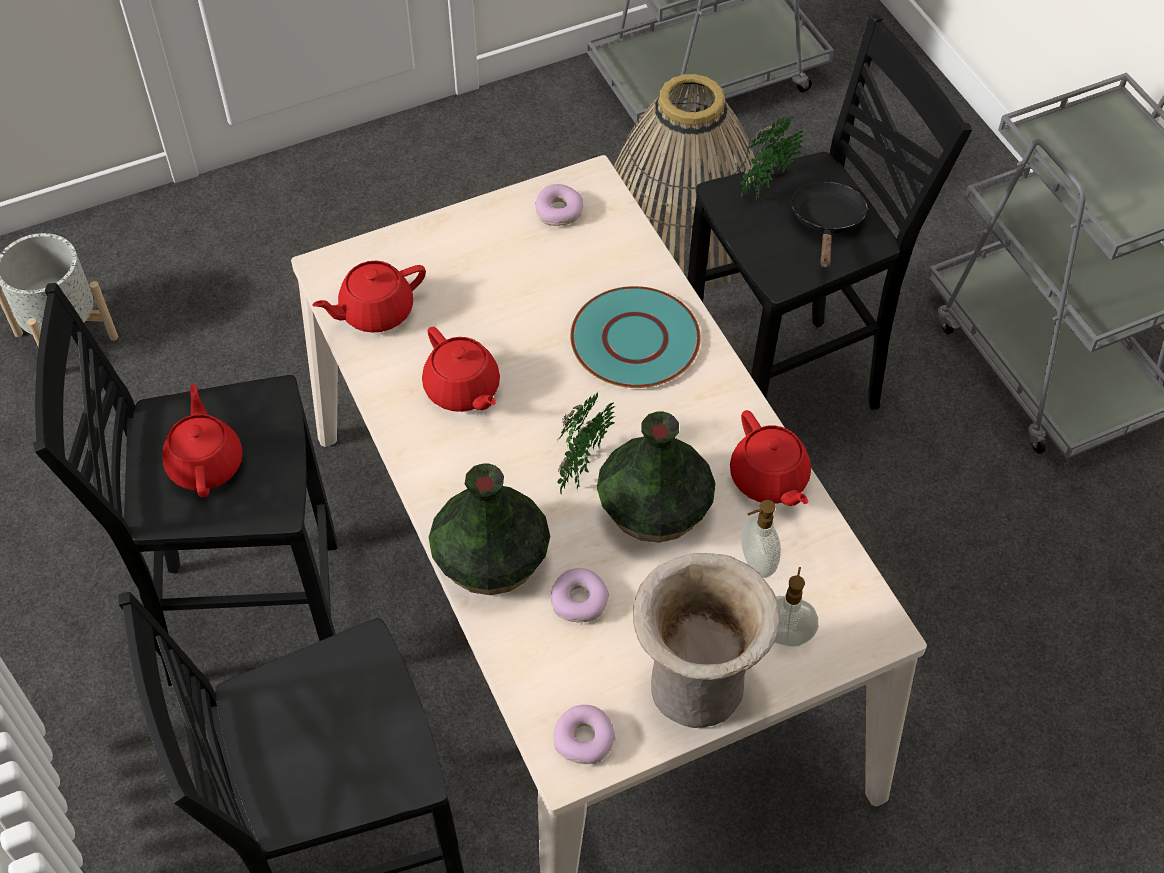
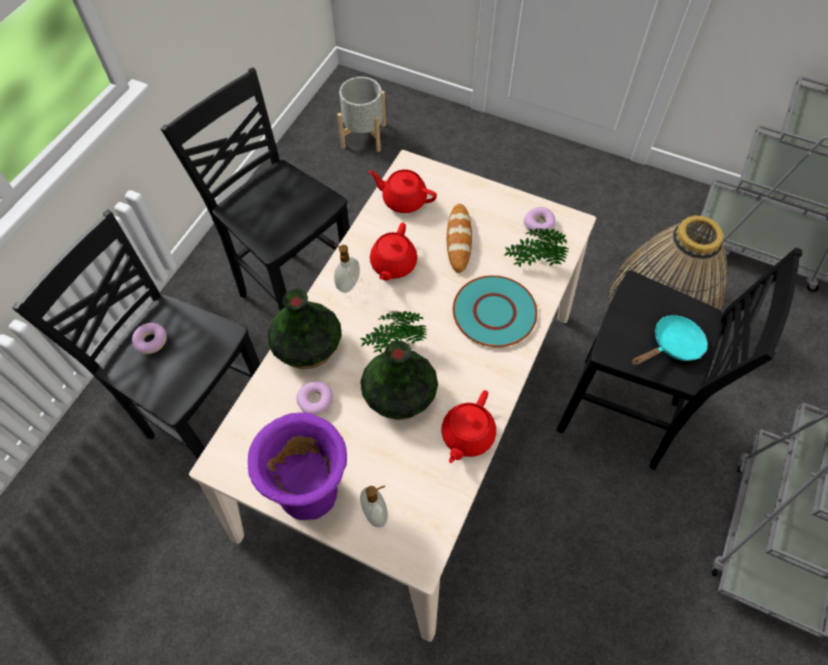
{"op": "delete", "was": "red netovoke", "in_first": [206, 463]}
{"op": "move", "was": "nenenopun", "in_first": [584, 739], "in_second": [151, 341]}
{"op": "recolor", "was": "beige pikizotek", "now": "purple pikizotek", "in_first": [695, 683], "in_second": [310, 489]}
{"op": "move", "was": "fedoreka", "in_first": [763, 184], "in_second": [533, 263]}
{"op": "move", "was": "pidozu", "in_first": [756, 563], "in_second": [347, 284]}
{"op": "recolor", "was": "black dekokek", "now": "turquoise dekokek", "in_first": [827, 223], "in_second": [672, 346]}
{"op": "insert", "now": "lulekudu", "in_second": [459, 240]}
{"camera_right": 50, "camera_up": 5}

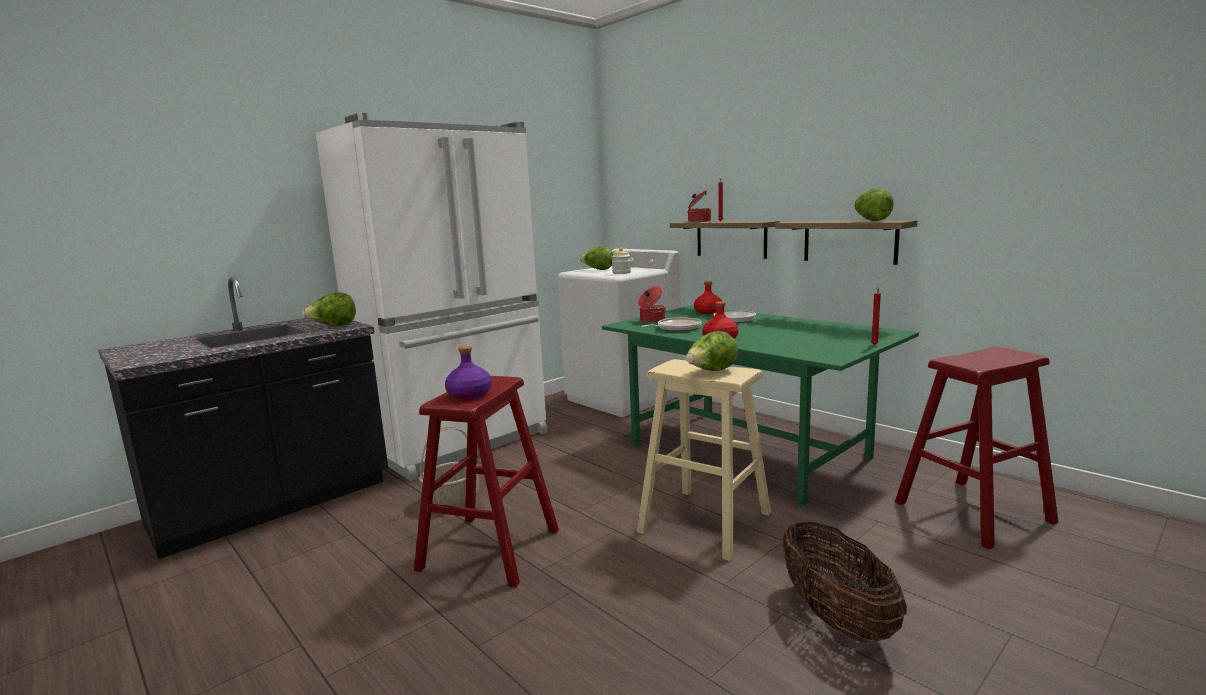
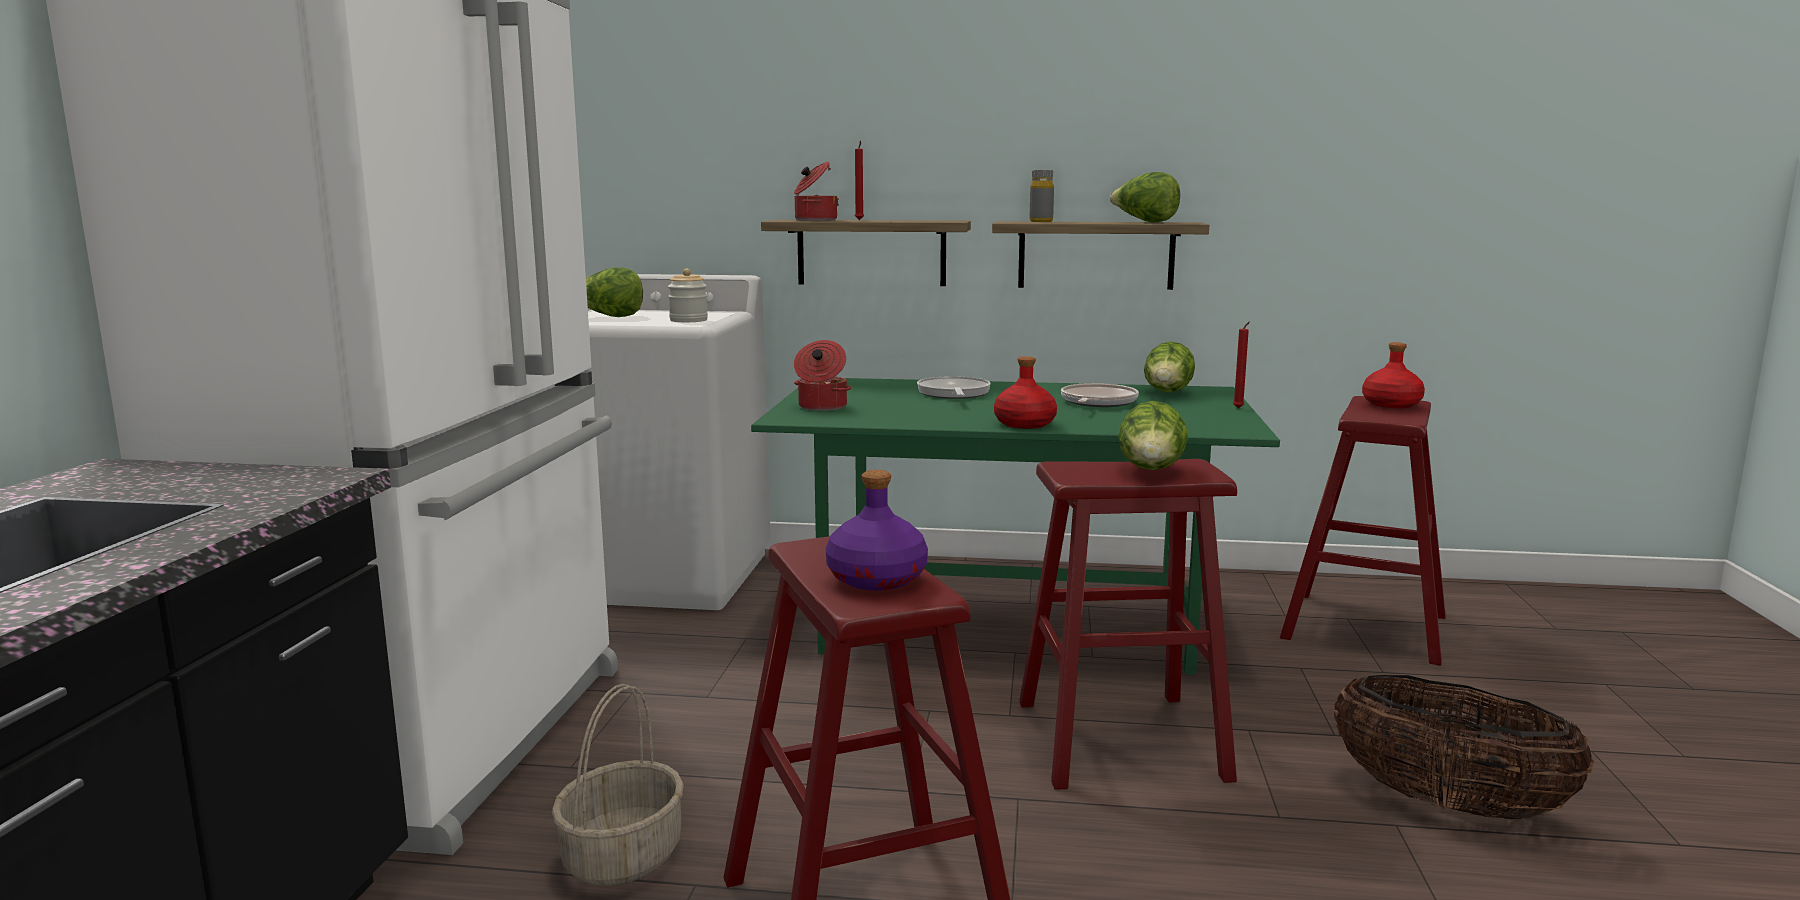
{"op": "move", "was": "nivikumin", "in_first": [333, 326], "in_second": [1168, 393]}
{"op": "recolor", "was": "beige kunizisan", "now": "red kunizisan", "in_first": [704, 522], "in_second": [1119, 739]}
{"op": "move", "was": "dekokek", "in_first": [676, 328], "in_second": [1097, 402]}
{"op": "move", "was": "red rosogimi", "in_first": [707, 312], "in_second": [1391, 404]}
{"op": "insert", "now": "grey rosogimi", "in_second": [1041, 221]}
{"camera_right": -40, "camera_up": 0}

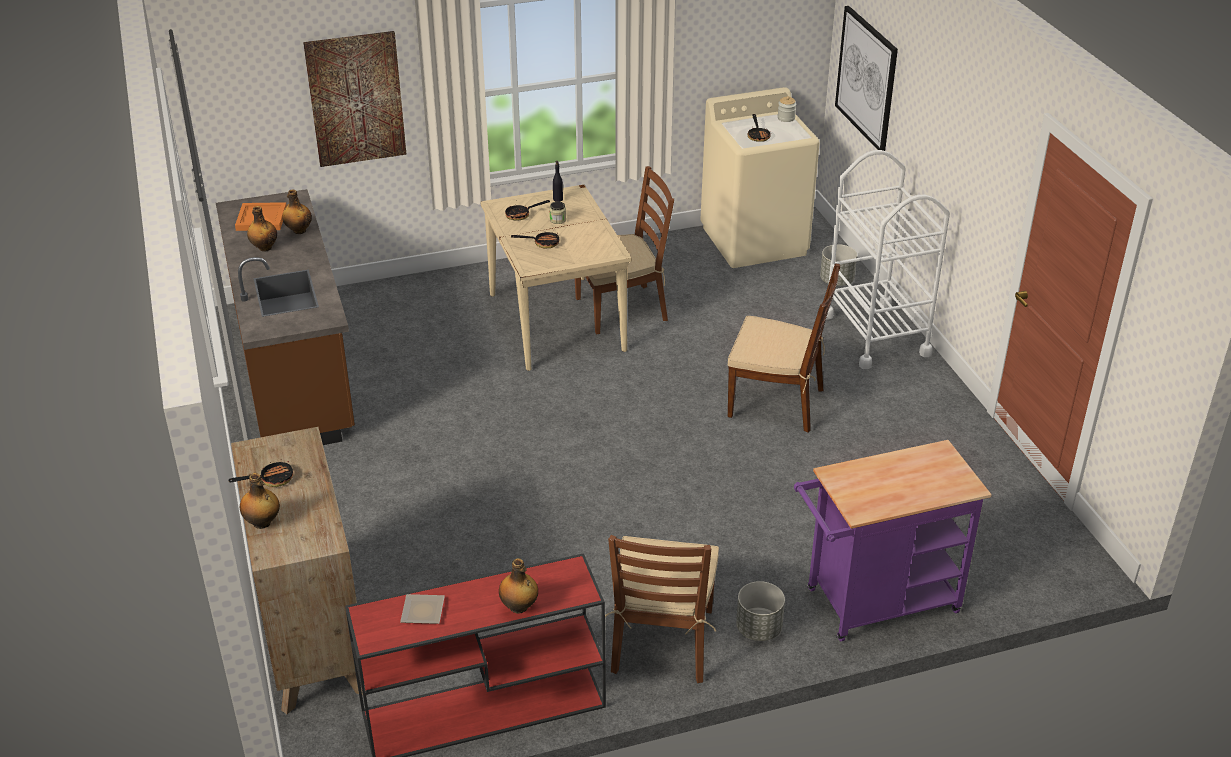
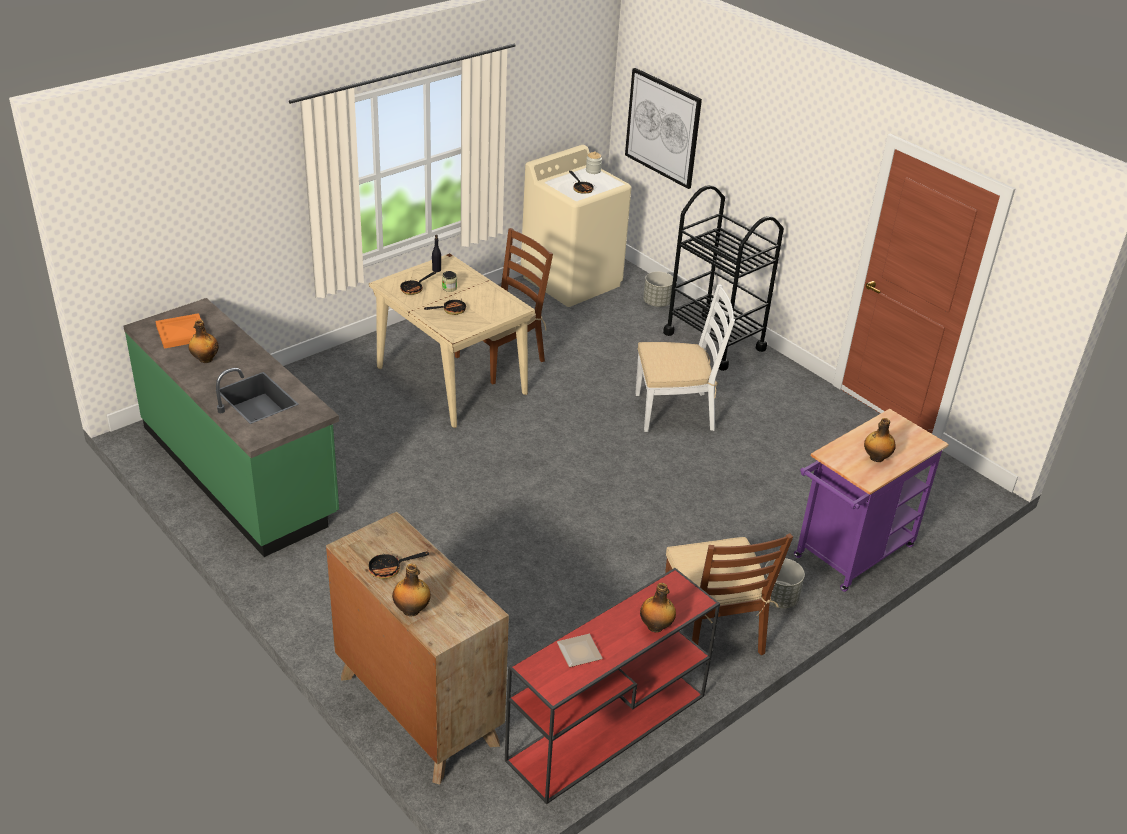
{"op": "recolor", "was": "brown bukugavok", "now": "green bukugavok", "in_first": [295, 370], "in_second": [240, 472]}
{"op": "rotate", "was": "dekokek", "in_first": [271, 479], "in_second": [390, 569], "clockwise": -150}
{"op": "move", "was": "rosogimi", "in_first": [299, 230], "in_second": [876, 458]}
{"op": "delete", "was": "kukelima", "in_first": [356, 99]}
{"op": "recolor", "was": "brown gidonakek", "now": "white gidonakek", "in_first": [777, 403], "in_second": [675, 411]}
{"op": "recolor", "was": "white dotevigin", "now": "black dotevigin", "in_first": [875, 335], "in_second": [714, 341]}
{"camera_right": -25, "camera_up": 0}

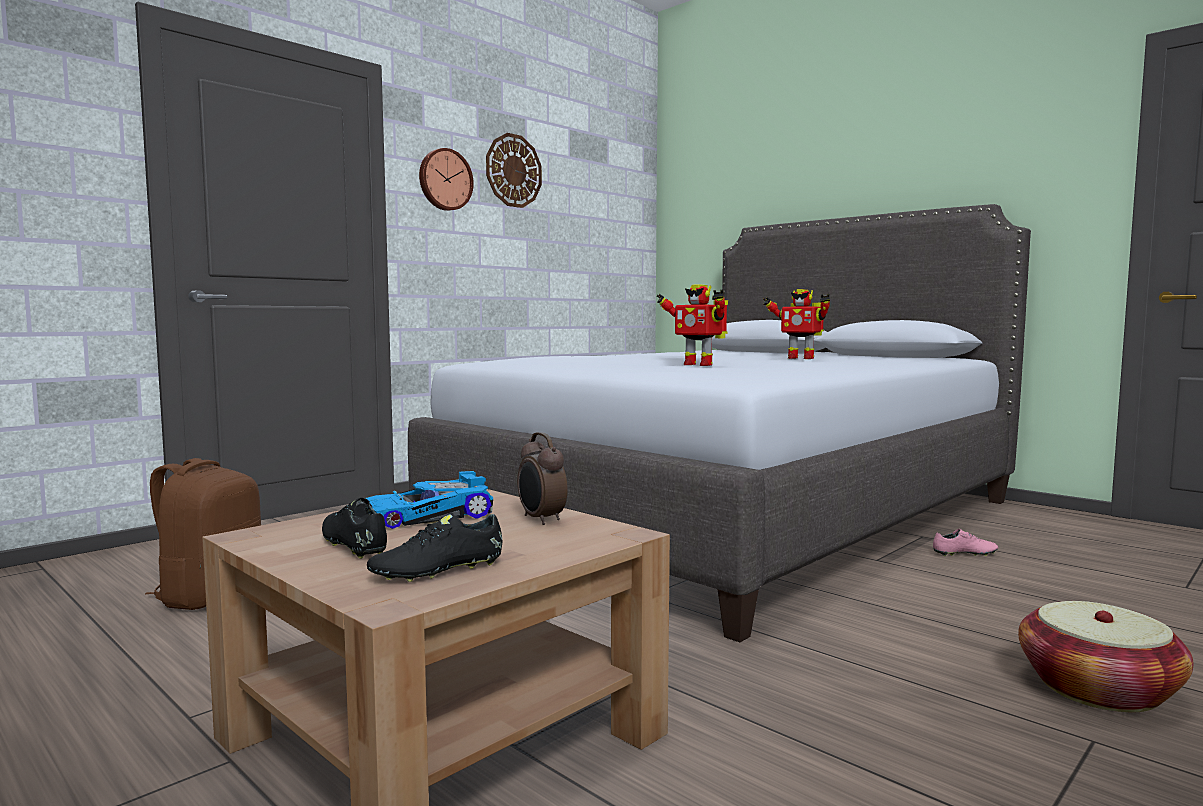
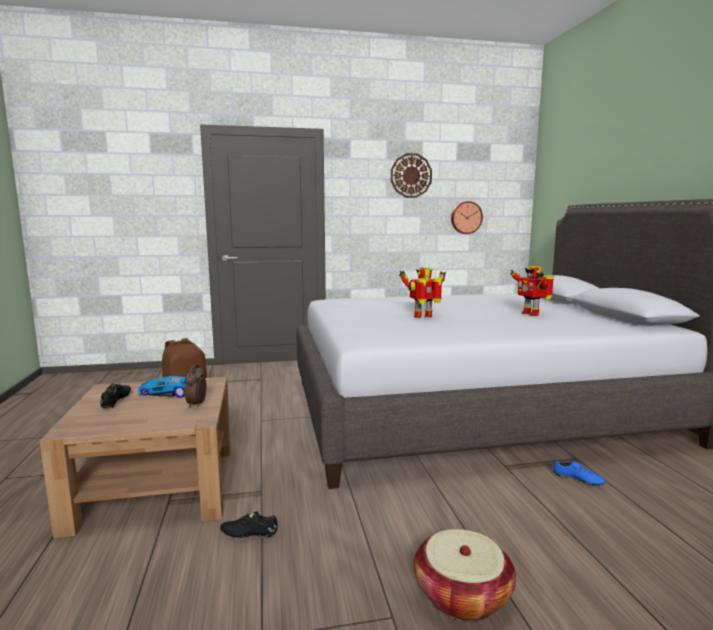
{"op": "move", "was": "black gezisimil", "in_first": [438, 570], "in_second": [249, 533]}
{"op": "move", "was": "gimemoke", "in_first": [444, 180], "in_second": [466, 217]}
{"op": "rotate", "was": "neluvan", "in_first": [698, 365], "in_second": [424, 317], "clockwise": 90}
{"op": "recolor", "was": "pink gezisimil", "now": "blue gezisimil", "in_first": [964, 554], "in_second": [578, 480]}
{"camera_right": 35, "camera_up": 5}

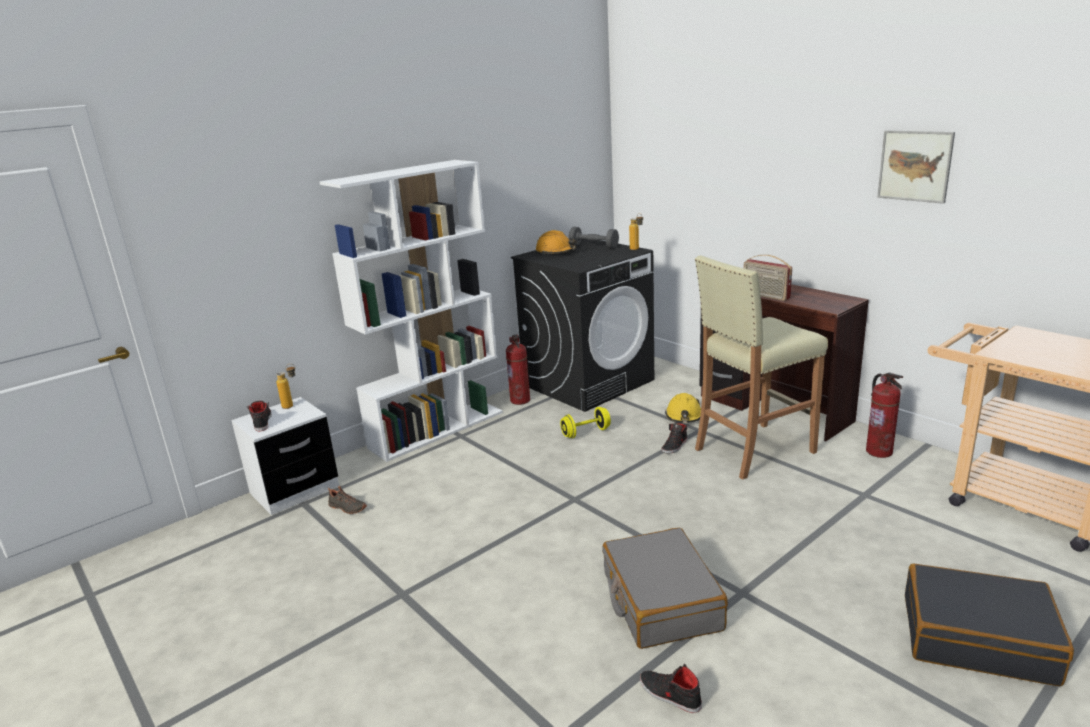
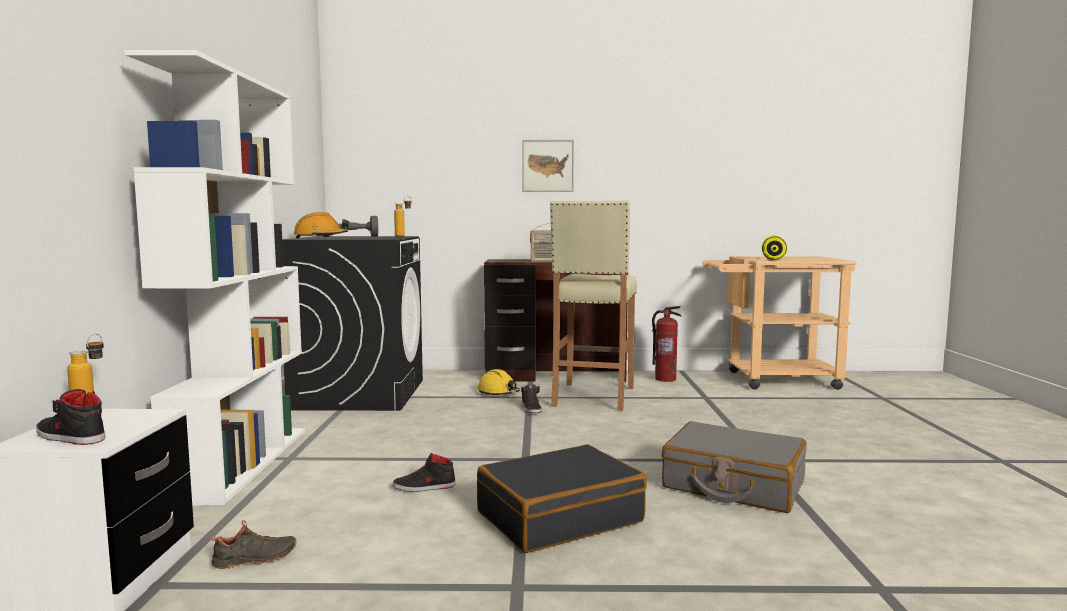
{"op": "delete", "was": "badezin", "in_first": [520, 400]}
{"op": "move", "was": "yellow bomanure", "in_first": [586, 433], "in_second": [773, 259]}
{"op": "move", "was": "black gezisimil", "in_first": [669, 695], "in_second": [424, 487]}
{"op": "move", "was": "kukelima", "in_first": [915, 166], "in_second": [547, 166]}
{"op": "move", "was": "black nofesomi", "in_first": [977, 638], "in_second": [559, 516]}
{"camera_right": -50, "camera_up": -15}

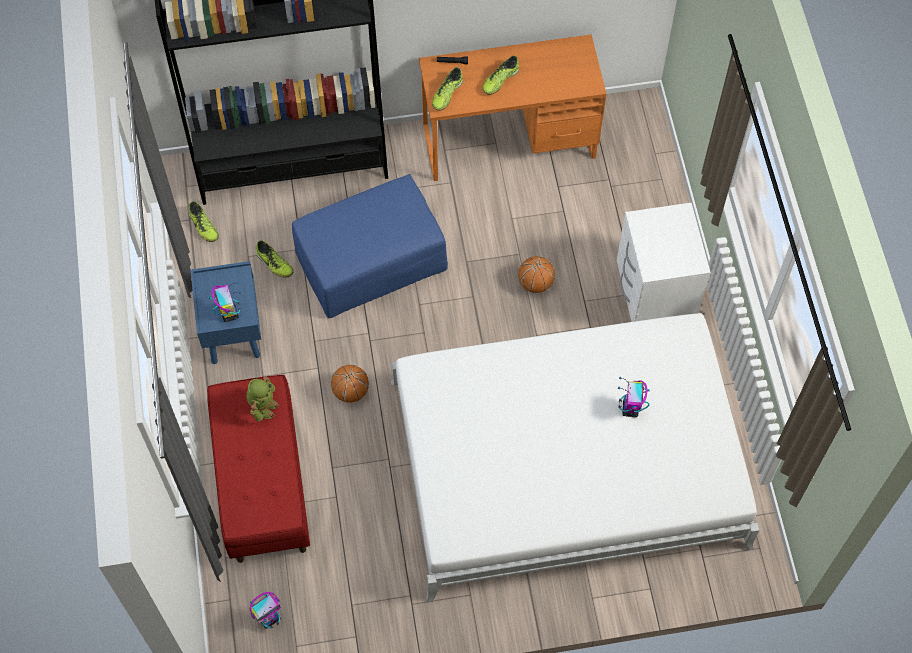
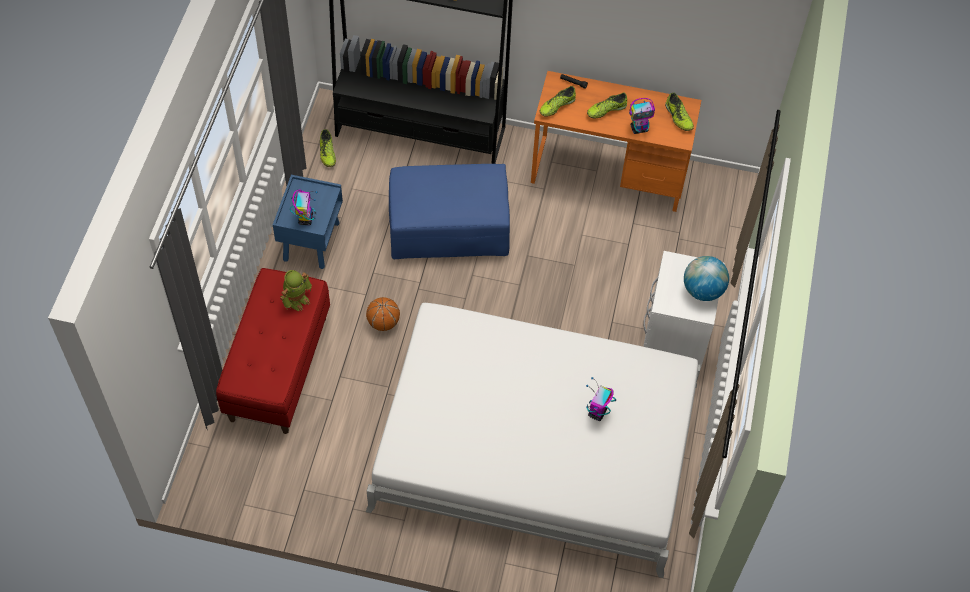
{"op": "move", "was": "neluvan", "in_first": [269, 618], "in_second": [639, 128]}
{"op": "move", "was": "gezisimil", "in_first": [274, 263], "in_second": [678, 117]}
{"op": "delete", "was": "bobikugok", "in_first": [535, 283]}
{"op": "insert", "now": "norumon", "in_second": [702, 290]}
{"camera_right": 20, "camera_up": -5}

